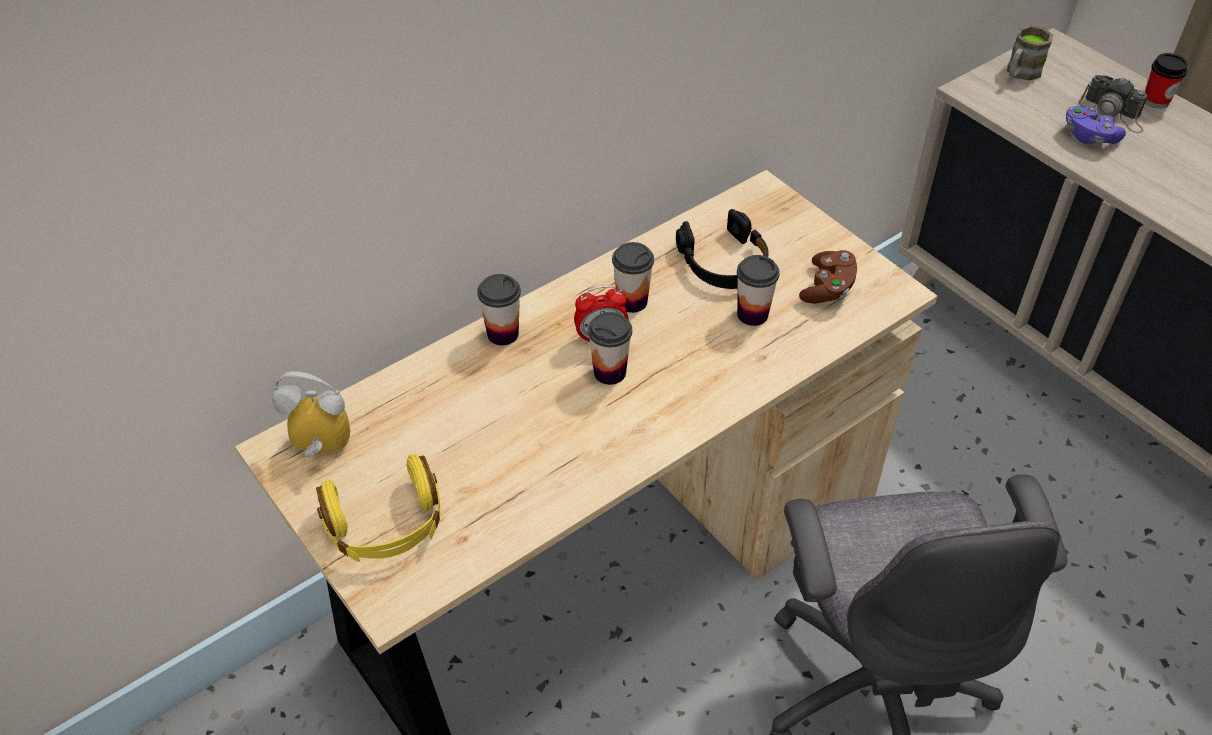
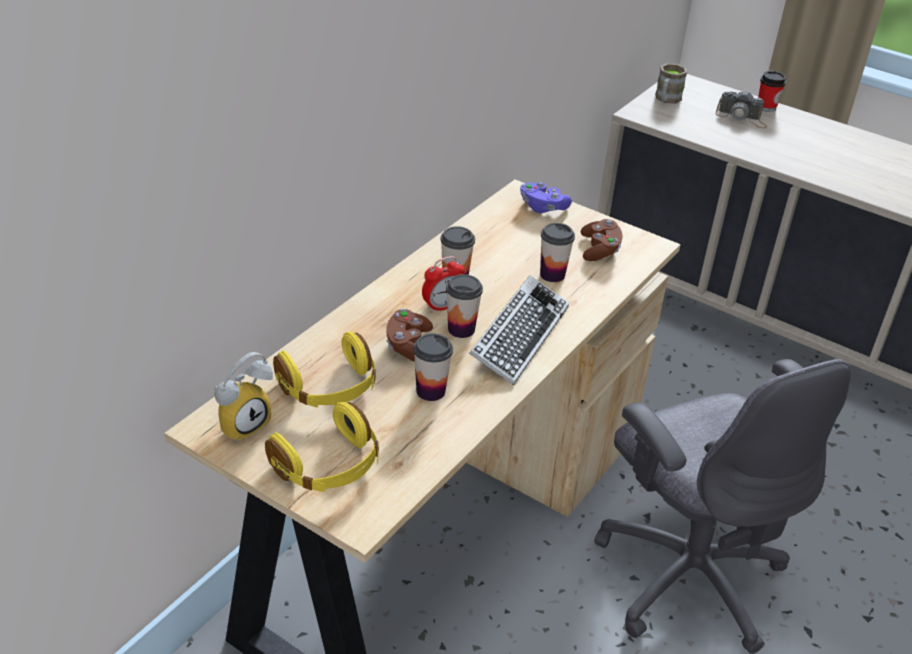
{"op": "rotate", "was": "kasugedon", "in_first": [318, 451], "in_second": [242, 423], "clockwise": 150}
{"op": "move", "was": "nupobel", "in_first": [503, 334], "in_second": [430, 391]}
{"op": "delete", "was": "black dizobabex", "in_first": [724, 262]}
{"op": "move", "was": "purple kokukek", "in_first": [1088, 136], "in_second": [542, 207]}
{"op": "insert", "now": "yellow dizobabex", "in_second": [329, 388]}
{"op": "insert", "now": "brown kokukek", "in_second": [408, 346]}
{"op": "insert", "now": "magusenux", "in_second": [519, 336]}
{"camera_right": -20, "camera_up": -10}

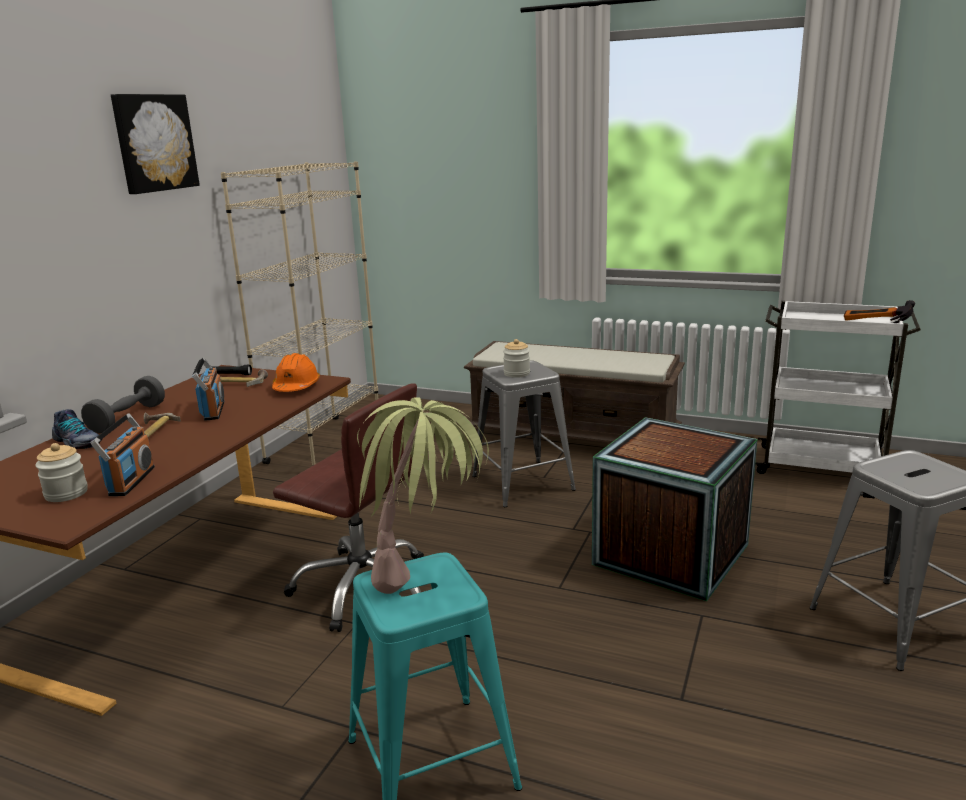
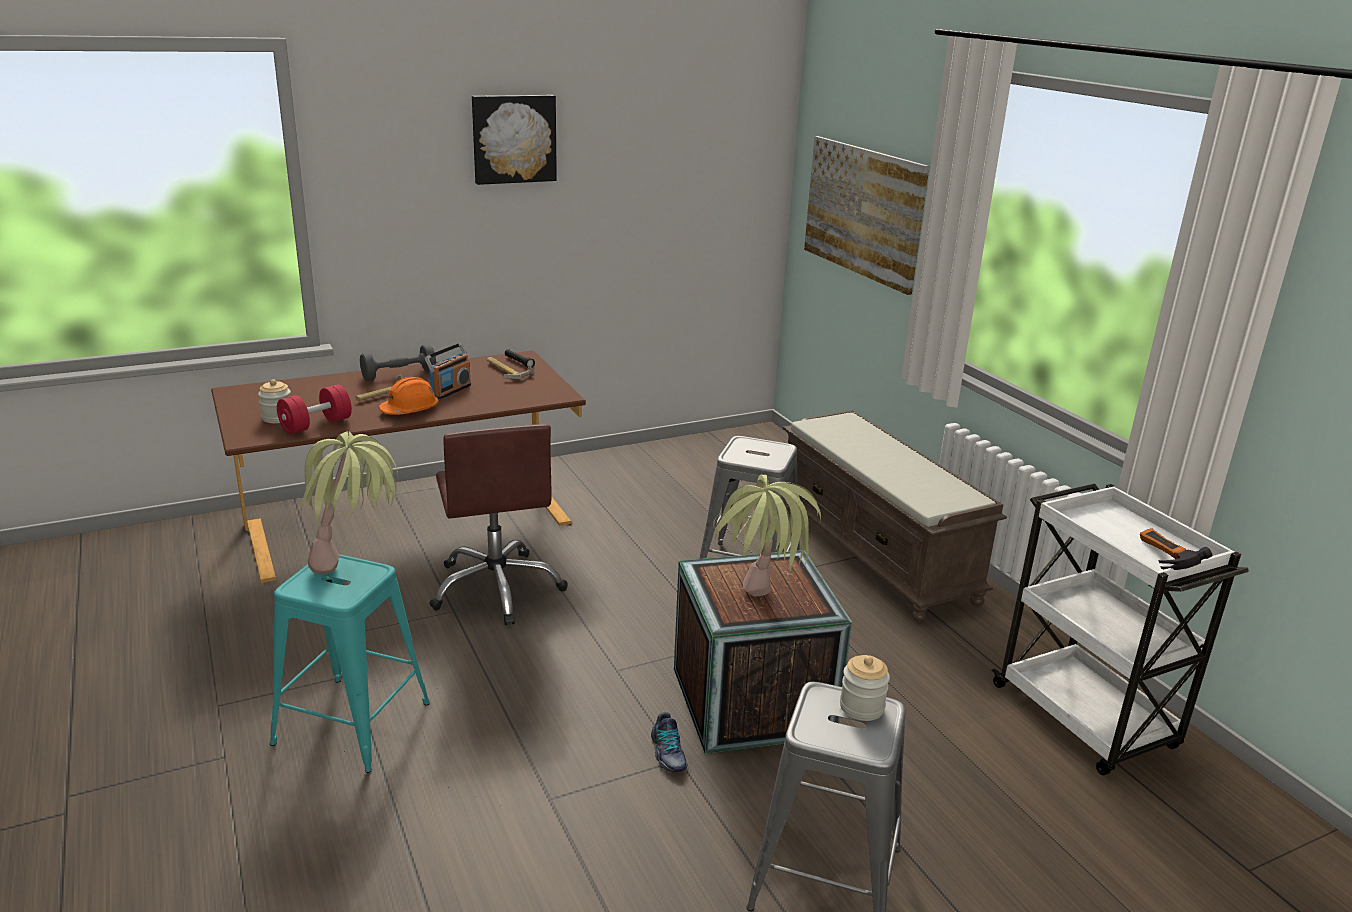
{"op": "move", "was": "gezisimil", "in_first": [77, 442], "in_second": [667, 753]}
{"op": "replace", "was": "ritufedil", "now": "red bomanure", "in_first": [131, 481], "in_second": [316, 425]}
{"op": "delete", "was": "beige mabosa", "in_first": [325, 443]}
{"op": "move", "was": "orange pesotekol", "in_first": [296, 387], "in_second": [410, 410]}
{"op": "move", "was": "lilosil", "in_first": [516, 373], "in_second": [861, 707]}
{"op": "insert", "now": "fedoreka", "in_second": [758, 611]}
{"op": "insert", "now": "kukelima", "in_second": [863, 211]}
{"camera_right": 40, "camera_up": 5}

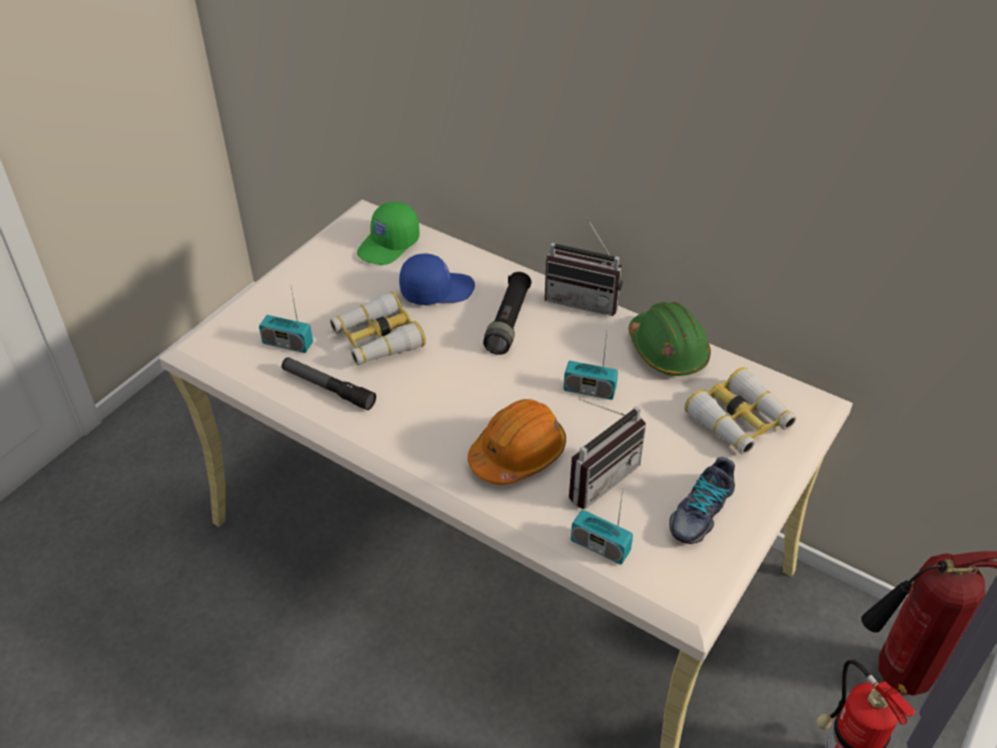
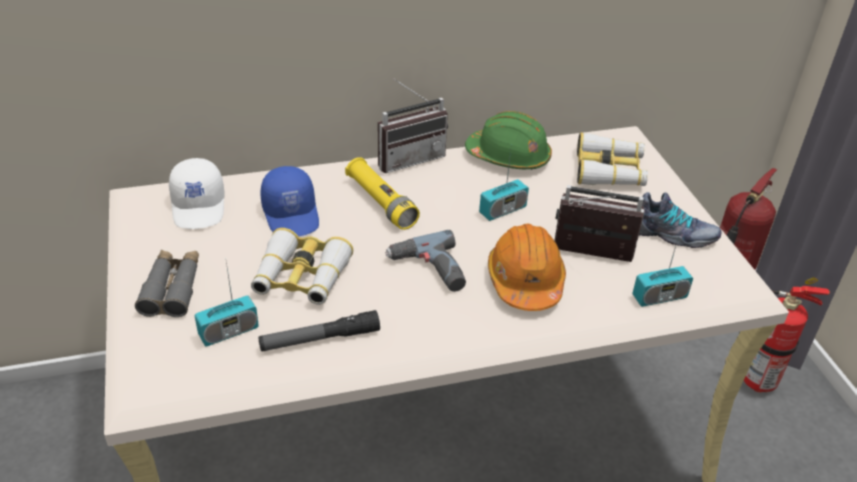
{"op": "recolor", "was": "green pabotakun", "now": "white pabotakun", "in_first": [389, 245], "in_second": [199, 206]}
{"op": "rotate", "was": "blue pabotakun", "in_first": [436, 290], "in_second": [292, 214], "clockwise": 135}
{"op": "recolor", "was": "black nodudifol", "now": "yellow nodudifol", "in_first": [508, 322], "in_second": [381, 203]}
{"op": "rotate", "was": "ritufedil", "in_first": [597, 476], "in_second": [590, 257], "clockwise": -75}
{"op": "rotate", "was": "gezisimil", "in_first": [700, 511], "in_second": [671, 235], "clockwise": -60}
{"op": "insert", "now": "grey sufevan", "in_second": [172, 289]}
{"op": "insert", "now": "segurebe", "in_second": [429, 271]}
{"camera_right": -50, "camera_up": -5}

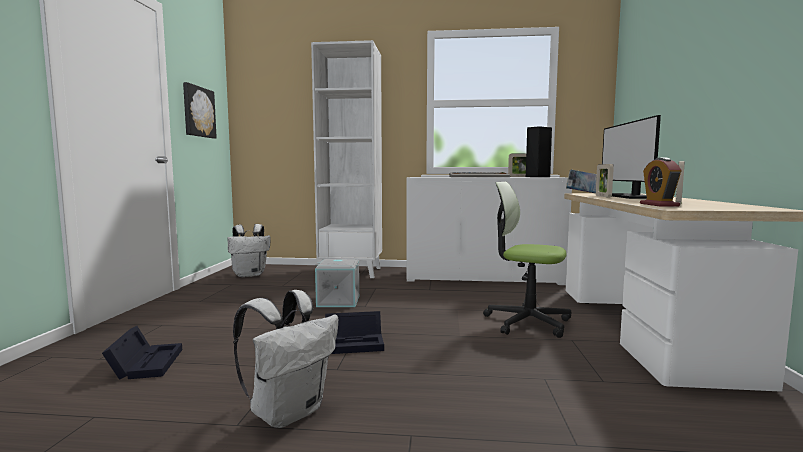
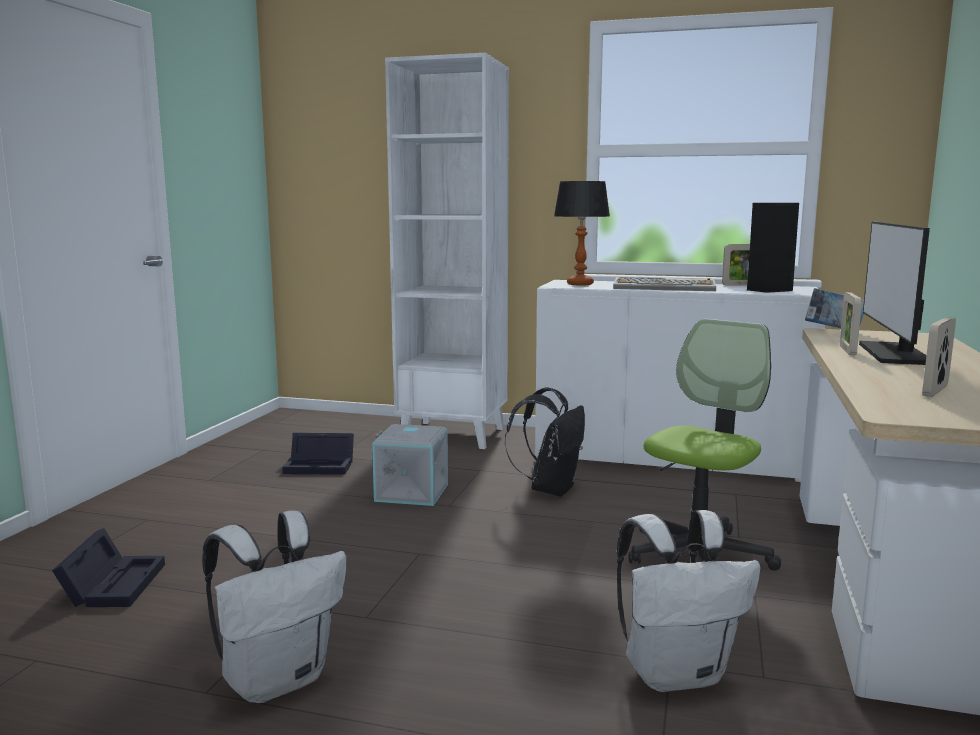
{"op": "delete", "was": "kukelima", "in_first": [198, 112]}
{"op": "move", "was": "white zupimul", "in_first": [250, 274], "in_second": [676, 673]}
{"op": "move", "was": "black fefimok", "in_first": [355, 343], "in_second": [321, 466]}
{"op": "rotate", "was": "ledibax", "in_first": [527, 322], "in_second": [698, 555], "clockwise": 90}
{"op": "delete", "was": "kasugedon", "in_first": [658, 205]}
{"op": "insert", "now": "black zupimul", "in_second": [551, 489]}
{"op": "insert", "now": "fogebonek", "in_second": [579, 284]}
{"camera_right": 10, "camera_up": 5}

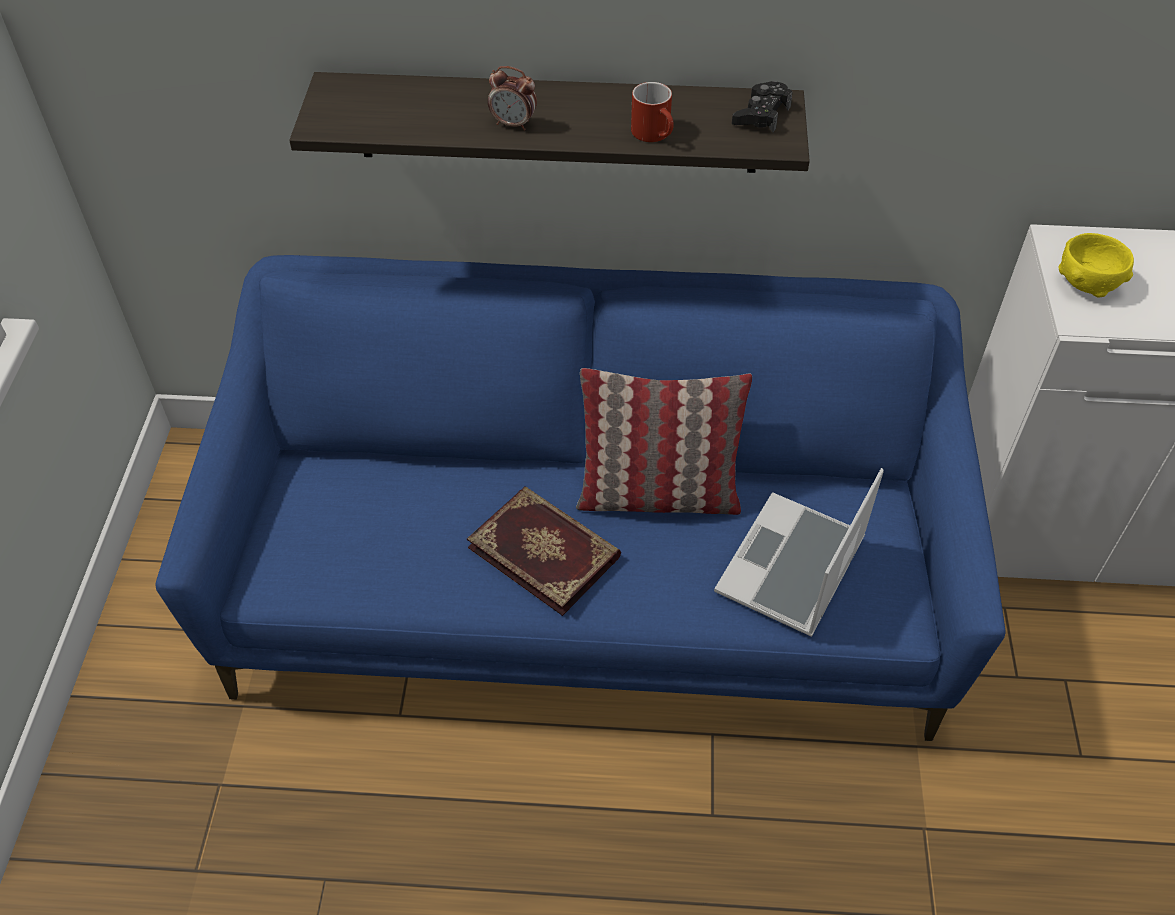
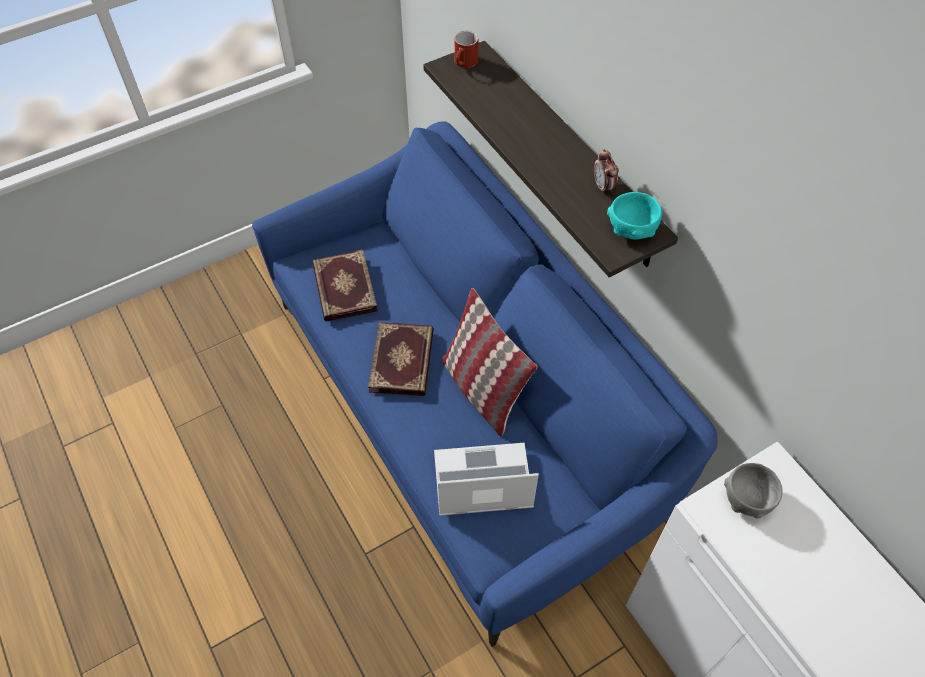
{"op": "move", "was": "kasugedon", "in_first": [513, 124], "in_second": [603, 187]}
{"op": "move", "was": "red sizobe", "in_first": [656, 134], "in_second": [465, 63]}
{"op": "replace", "was": "black kokukek", "now": "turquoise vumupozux", "in_first": [761, 114], "in_second": [632, 230]}
{"op": "recolor", "was": "yellow vumupozux", "now": "grey vumupozux", "in_first": [1087, 283], "in_second": [747, 499]}
{"op": "insert", "now": "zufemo", "in_second": [343, 288]}
{"camera_right": 55, "camera_up": 5}

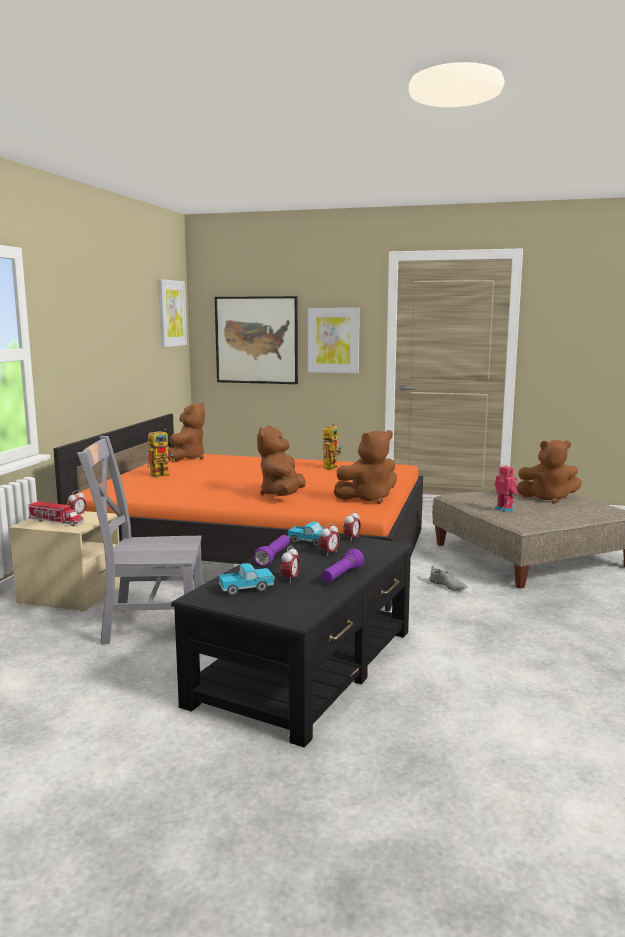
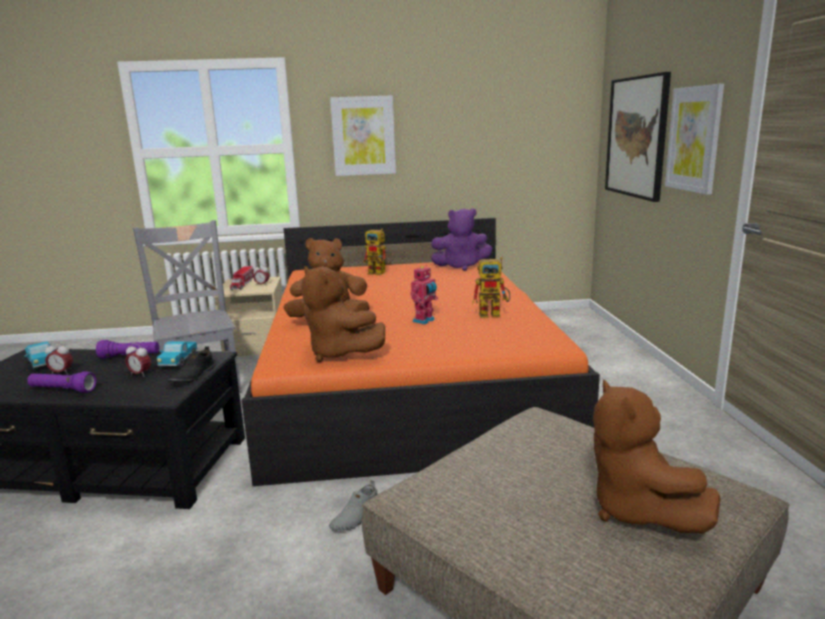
{"op": "move", "was": "kukelima", "in_first": [172, 313], "in_second": [363, 136]}
{"op": "recolor", "was": "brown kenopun", "now": "purple kenopun", "in_first": [187, 458], "in_second": [461, 266]}
{"op": "replace", "was": "kasugedon", "now": "black gezisimil", "in_first": [352, 539], "in_second": [193, 376]}
{"op": "move", "was": "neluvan", "in_first": [505, 509], "in_second": [425, 321]}
{"camera_right": 70, "camera_up": 5}

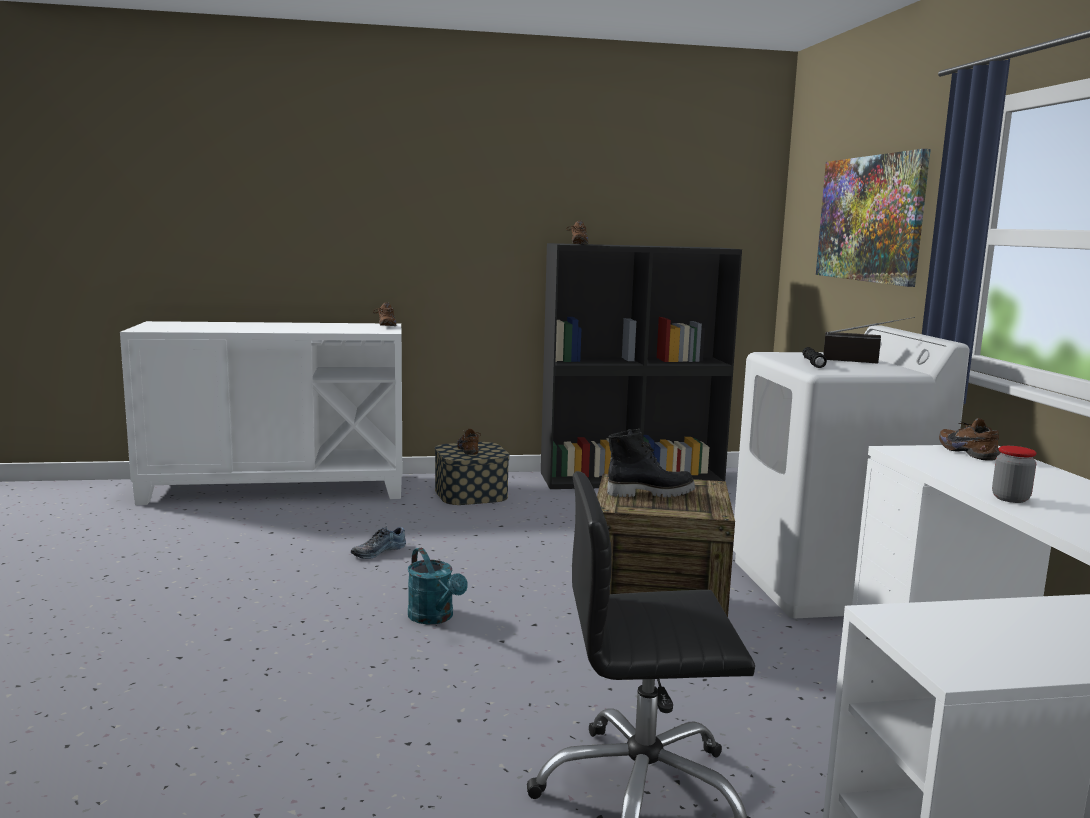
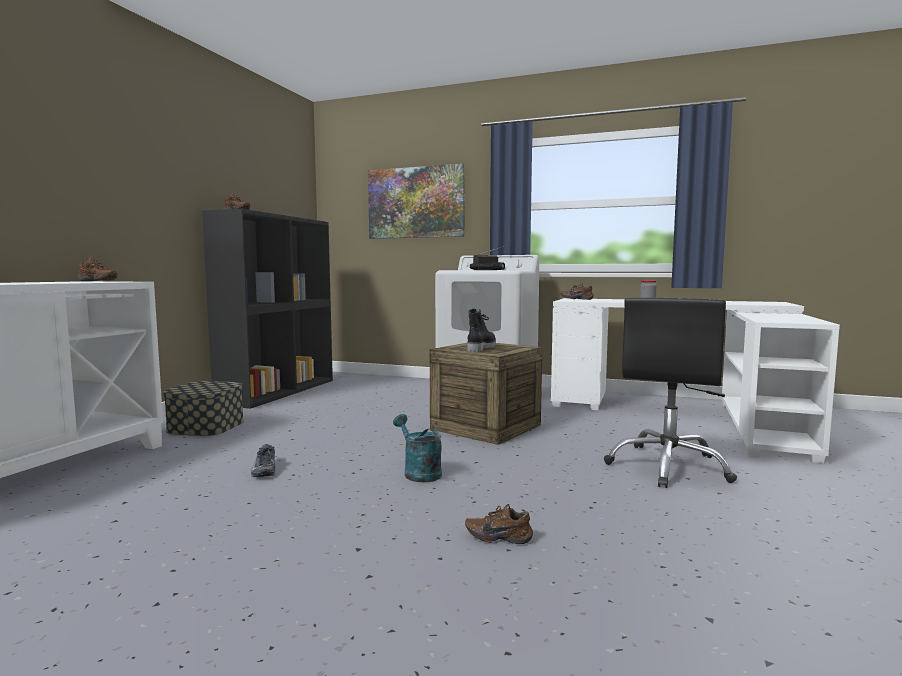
{"op": "rotate", "was": "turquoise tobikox", "in_first": [435, 618], "in_second": [418, 472], "clockwise": -120}
{"op": "move", "was": "brown gezisimil", "in_first": [469, 450], "in_second": [499, 536]}
{"camera_right": -60, "camera_up": -5}

